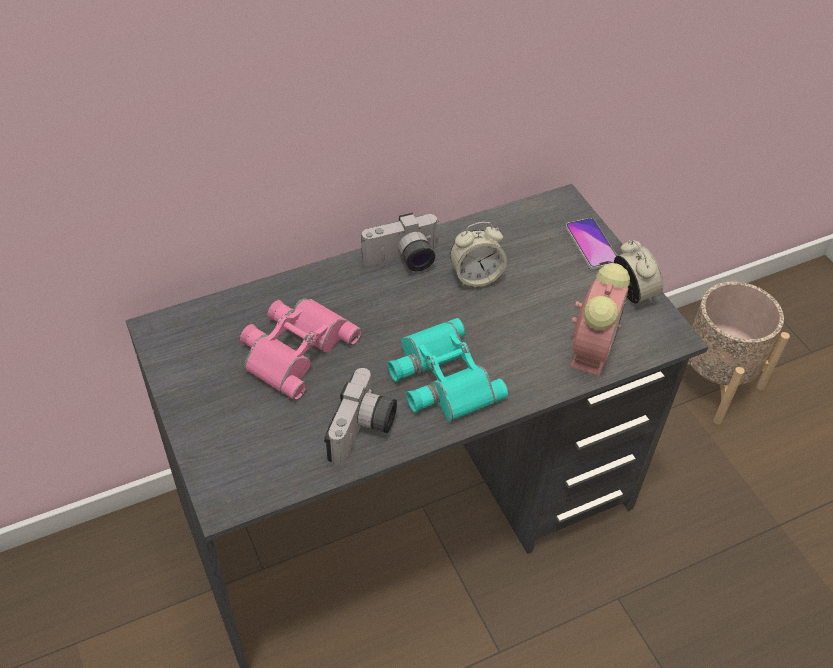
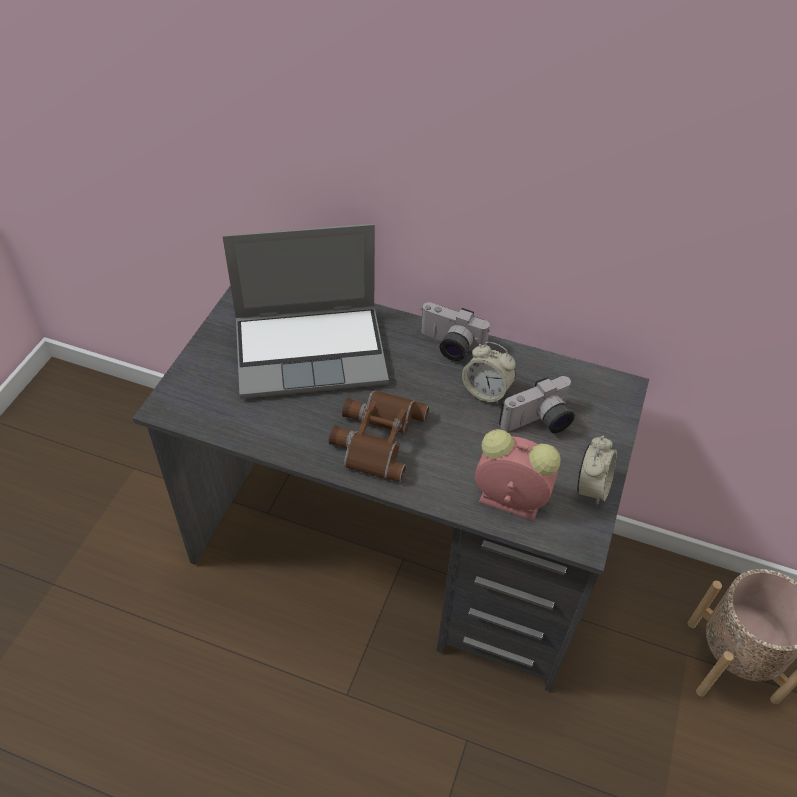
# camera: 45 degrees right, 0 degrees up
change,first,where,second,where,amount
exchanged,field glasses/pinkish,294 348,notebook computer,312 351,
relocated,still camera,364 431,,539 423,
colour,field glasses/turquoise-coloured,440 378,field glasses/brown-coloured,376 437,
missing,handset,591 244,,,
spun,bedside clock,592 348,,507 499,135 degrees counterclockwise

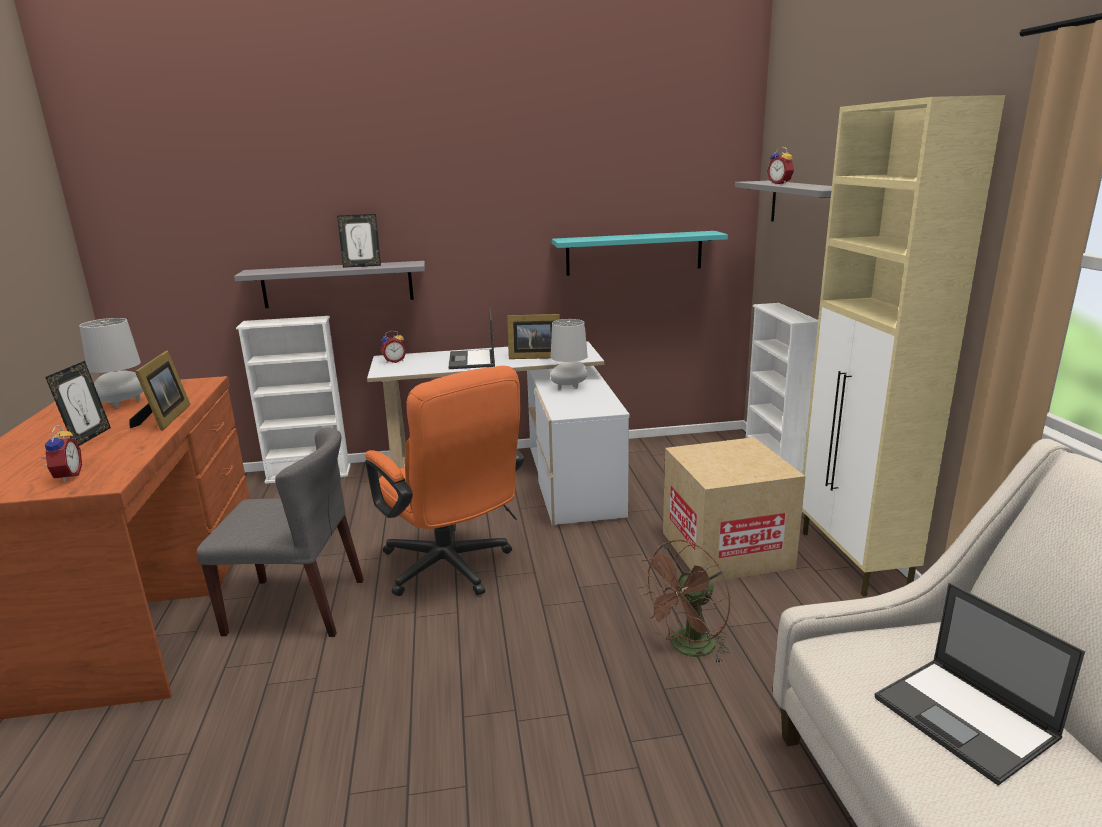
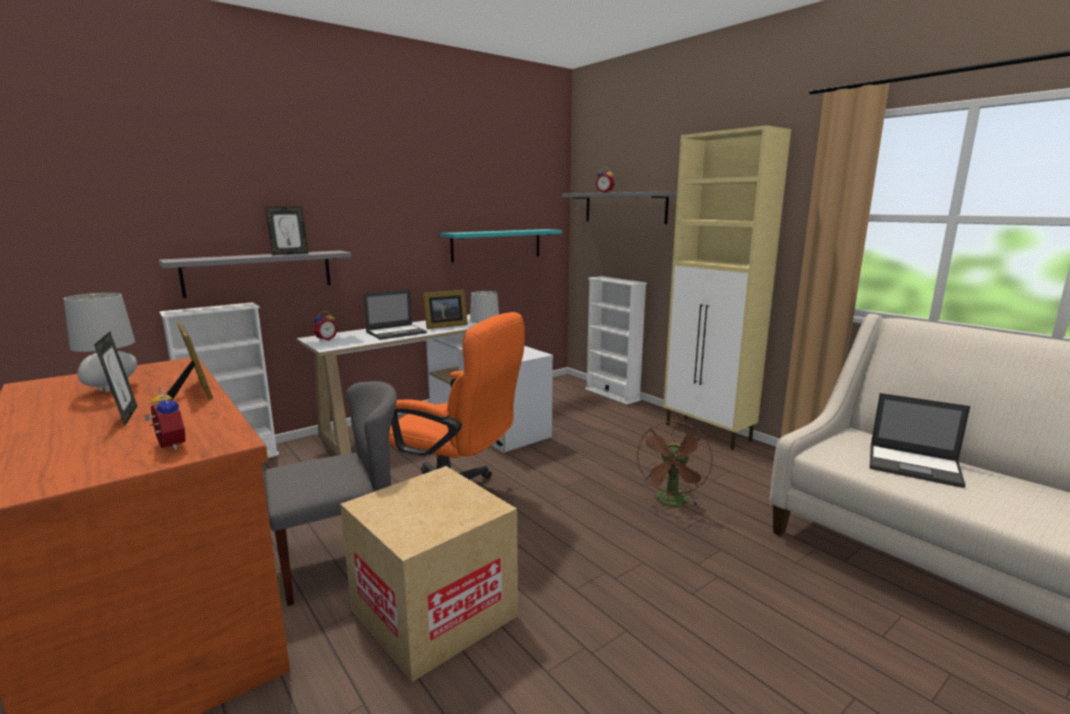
# camera: 30 degrees left, 5 degrees down
change,first,where,second,where,amount
spun,notebook computer,472 360,,397 332,90 degrees counterclockwise
relocated,packing box,726 549,,434 612,

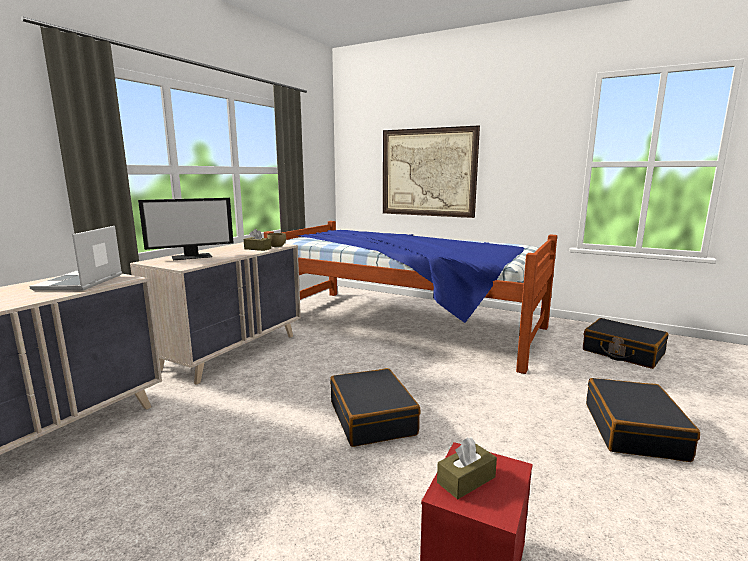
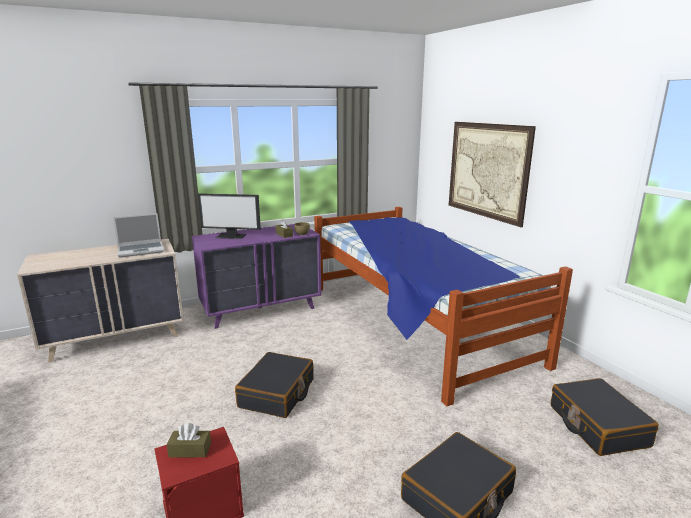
# camera: 35 degrees right, 5 degrees up
change,first,where,second,where,amount
spun,notebook computer,80 282,,141 250,150 degrees counterclockwise
colour,dresser/beige,231 351,dresser/purplish,261 309,

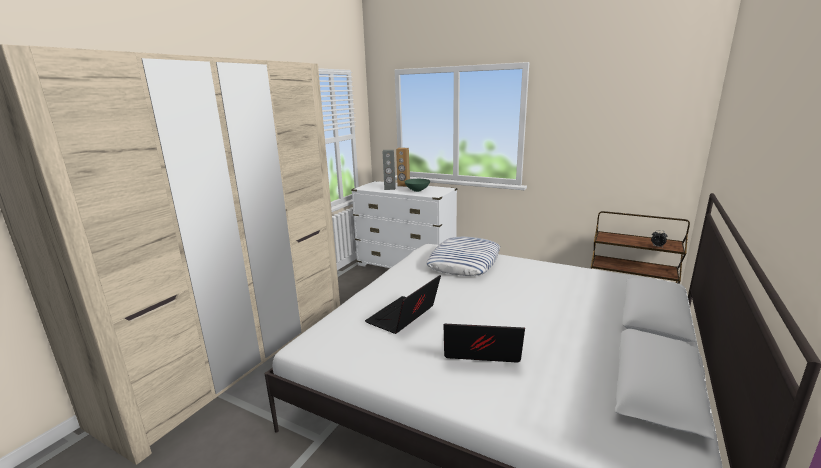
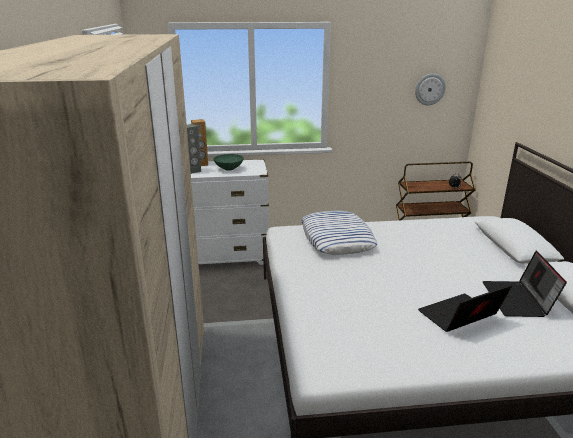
# camera: 35 degrees left, 5 degrees up
change,first,where,second,where,amount
relocated,notebook computer,403 317,,518 300,
appeared,,,wall clock,429 89,

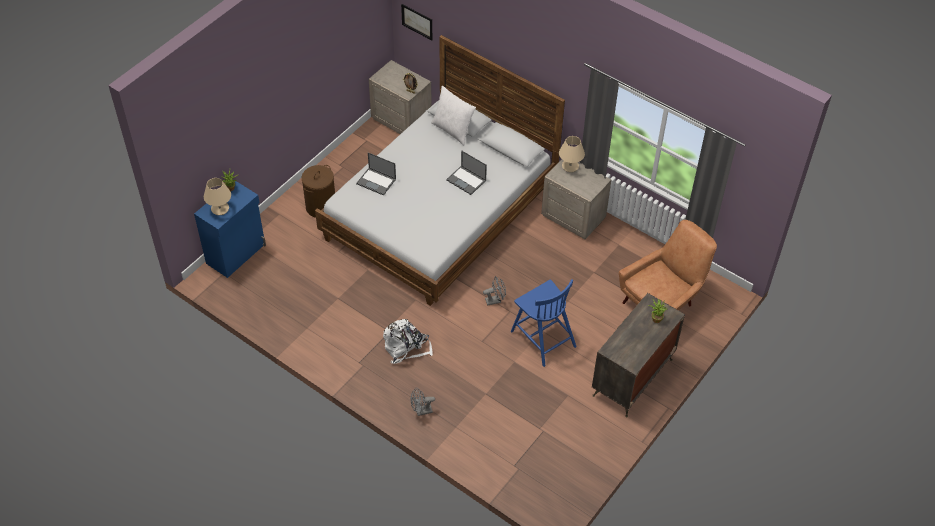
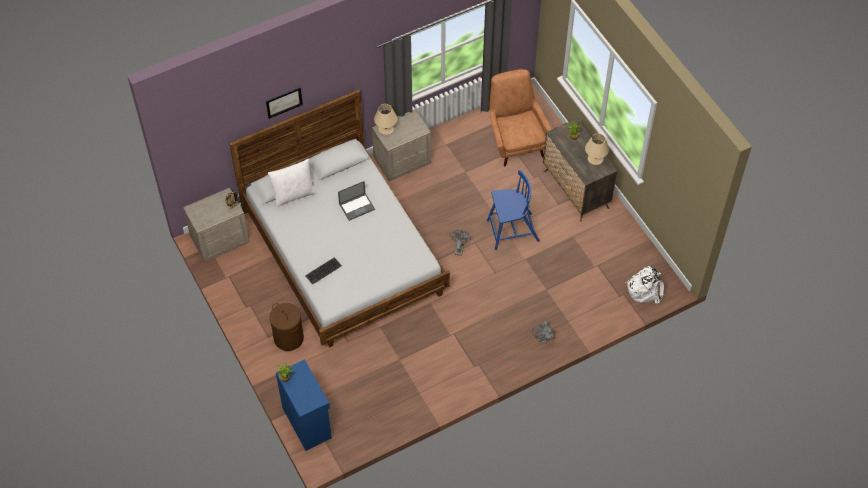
# camera: 65 degrees left, 5 degrees up
change,first,where,second,where,amount
relocated,table lamp/beige,220 209,,595 159,
exchanged,notebook computer,376 181,computer keyboard,323 270,
relocated,knapsack/whitish,406 347,,645 288,
relocated,picture,417 21,,284 102,

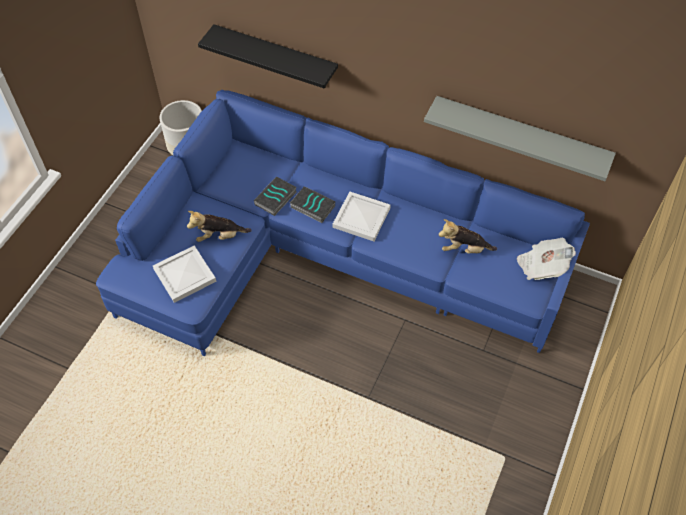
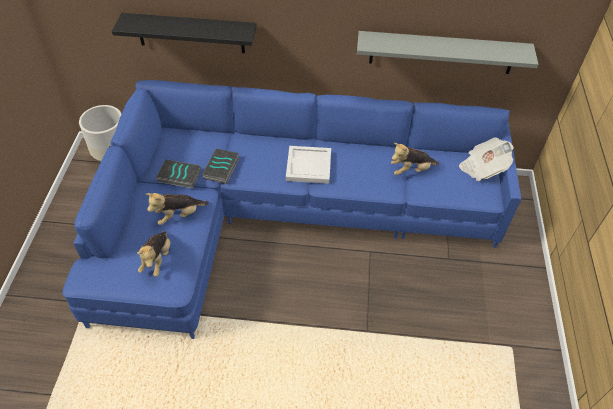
# camera: 20 degrees left, 5 degrees down
change,first,where,second,where,amount
exchanged,tray/whitish,185 274,soft toy,157 259,
relocated,book,312 207,,178 176,

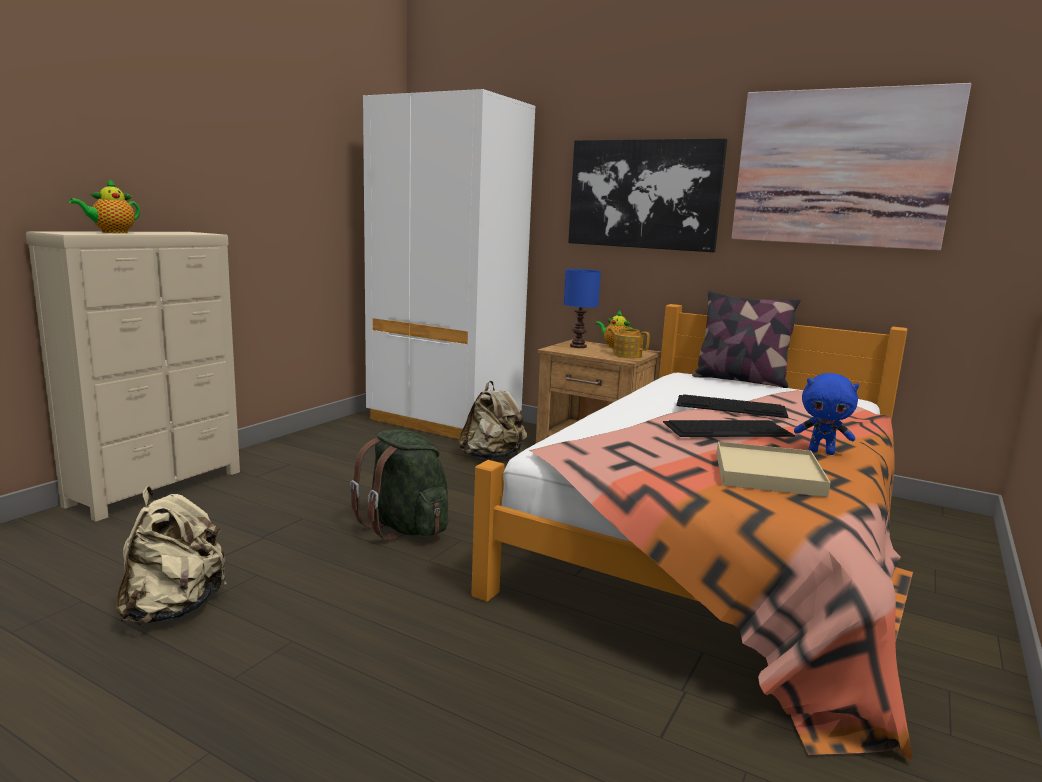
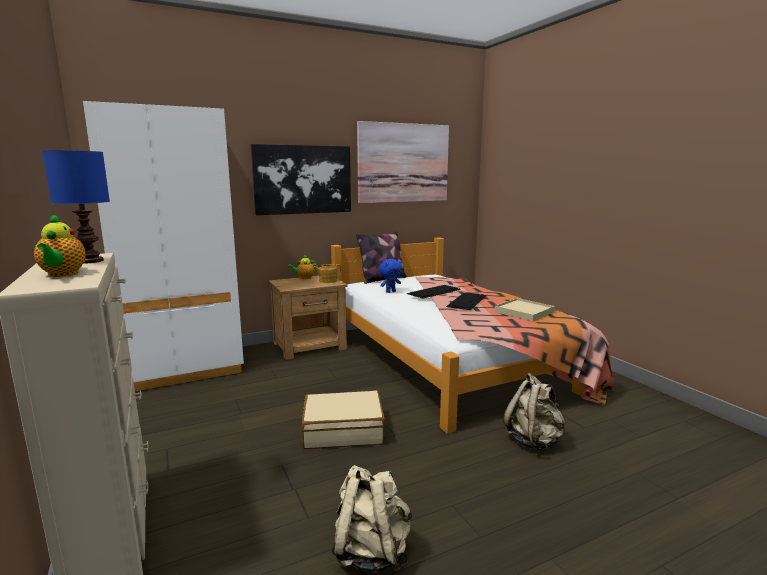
# camera: 55 degrees left, 0 degrees up
change,first,where,second,where,amount
exchanged,knapsack/green-coloured,405 528,suitcase/beige,343 430,
relocated,knapsack/beige,492 457,,533 441,
relocated,table lamp/blue-coloured,577 346,,90 261,
relocated,soft toy/blue-coloured,821 452,,390 291,

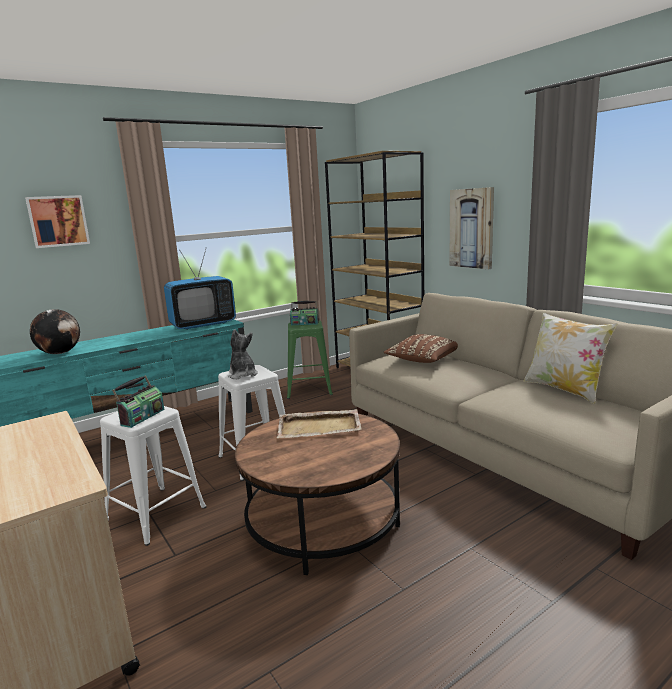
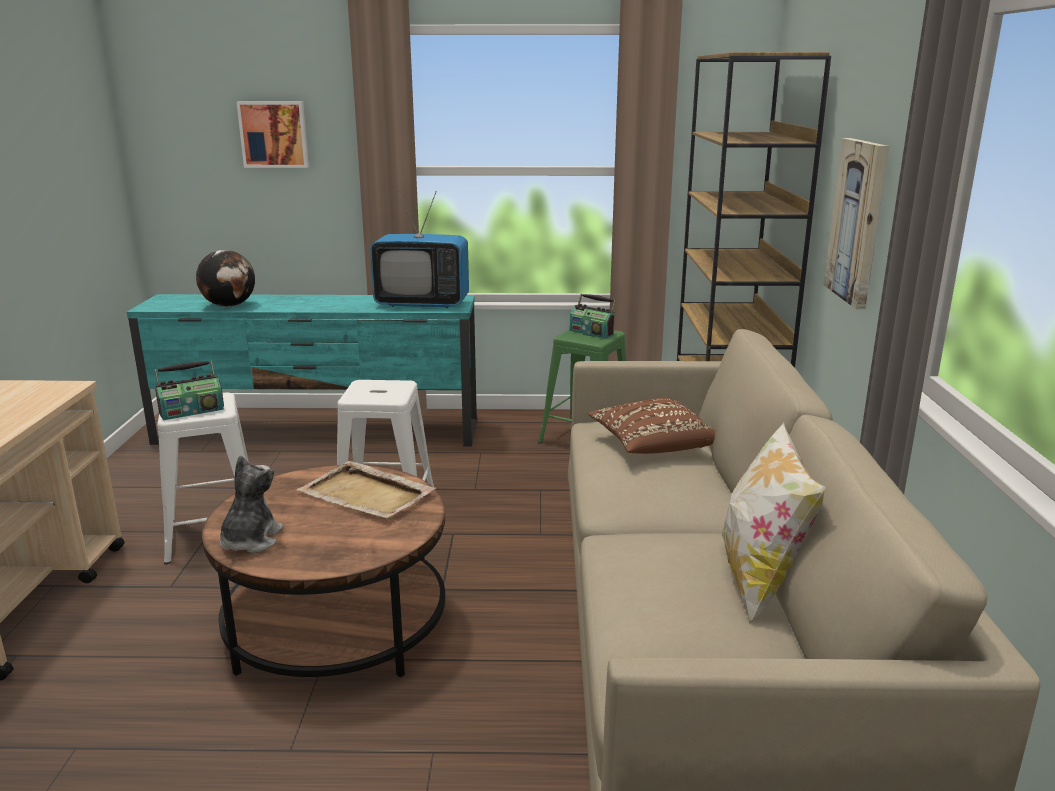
# camera: 35 degrees right, 5 degrees up
change,first,where,second,where,amount
relocated,soft toy,242 375,,250 540,

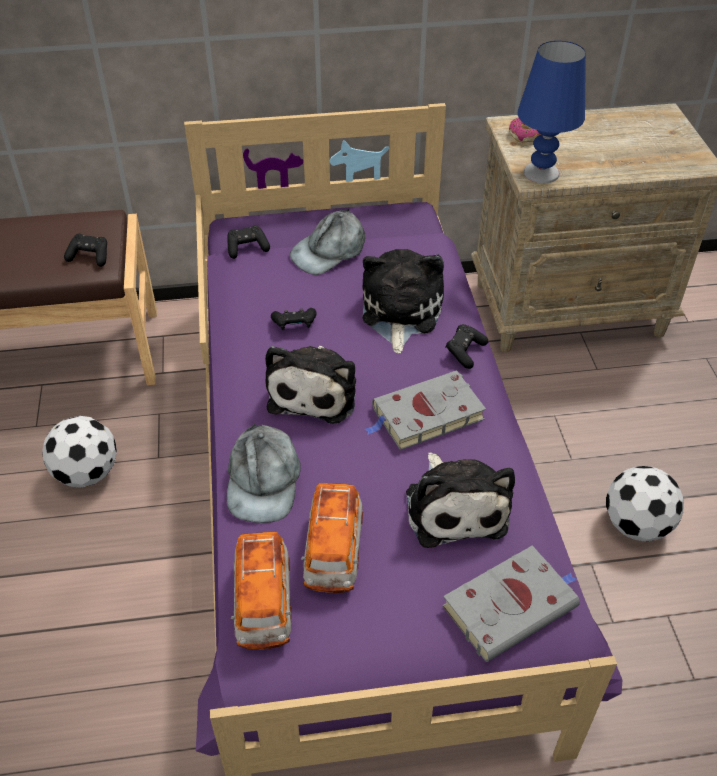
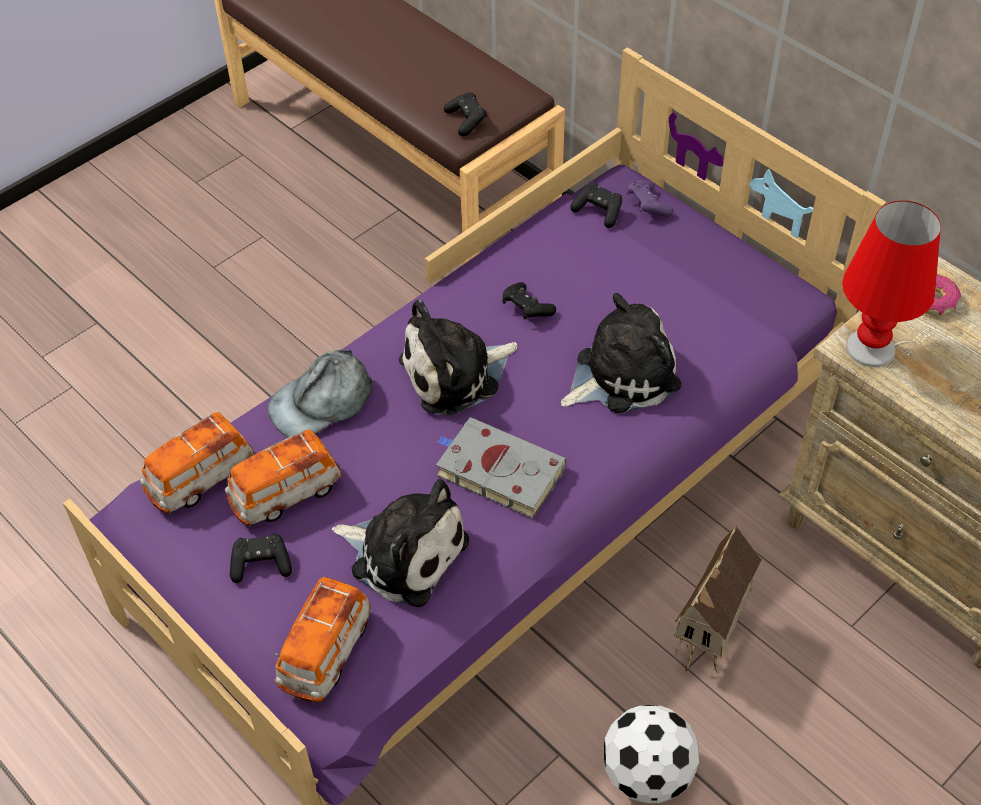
# camera: 55 degrees right, 5 degrees up
change,first,where,second,where,amount
missing,ball for football,88 473,,,
missing,baseball cap/gray,329 251,,,
spun,soft toy,455 506,,404 553,105 degrees counterclockwise
exchanged,book/gray,512 605,miniature car,325 652,
relocated,joypad/black,465 352,,261 564,
colour,table lamp/blue-coloured,541 173,table lamp/reddish,871 348,
appeared,,,joypad/purplish,647 206,
appeared,,,miniature house,709 642,

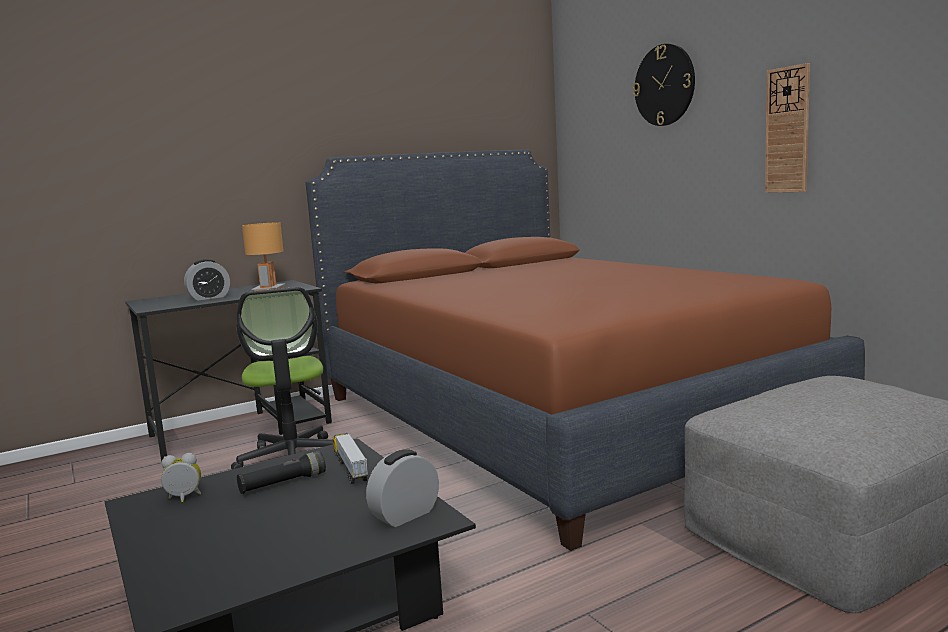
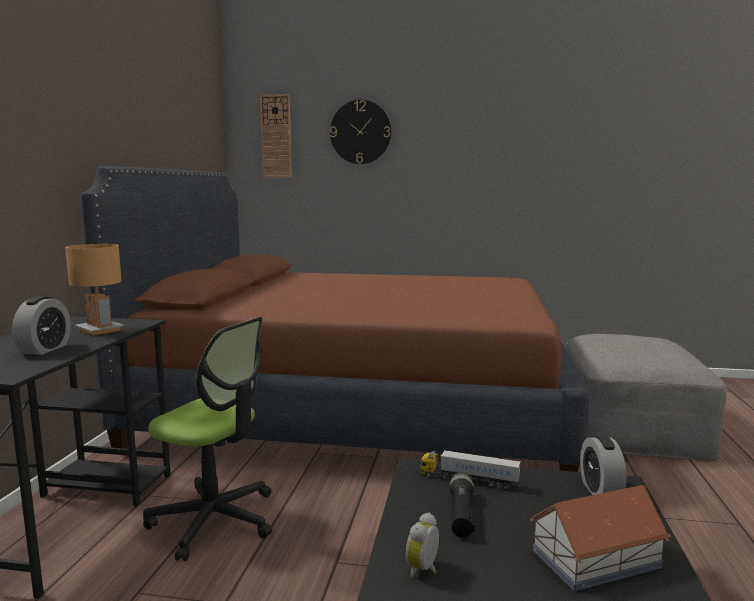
# camera: 50 degrees left, 0 degrees up
change,first,where,second,where,amount
relocated,wall clock,787 130,,276 136,
appeared,,,miniature house,594 558,

